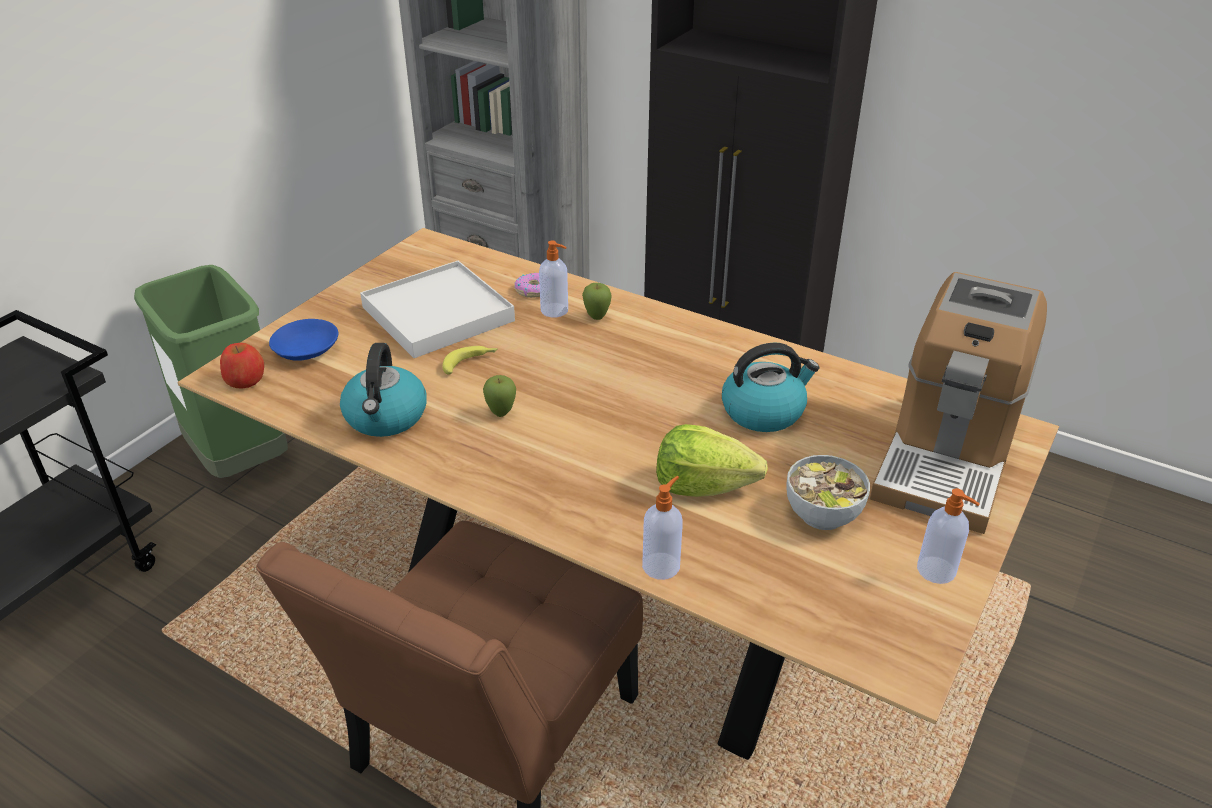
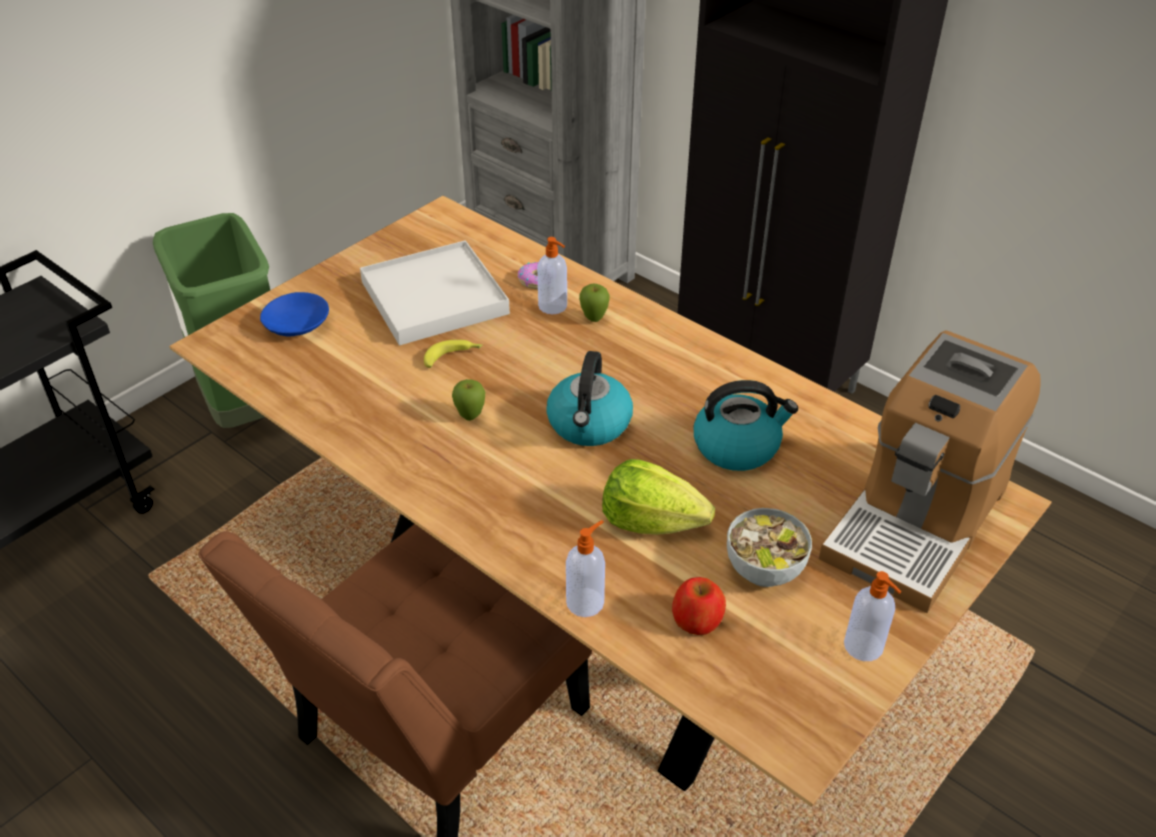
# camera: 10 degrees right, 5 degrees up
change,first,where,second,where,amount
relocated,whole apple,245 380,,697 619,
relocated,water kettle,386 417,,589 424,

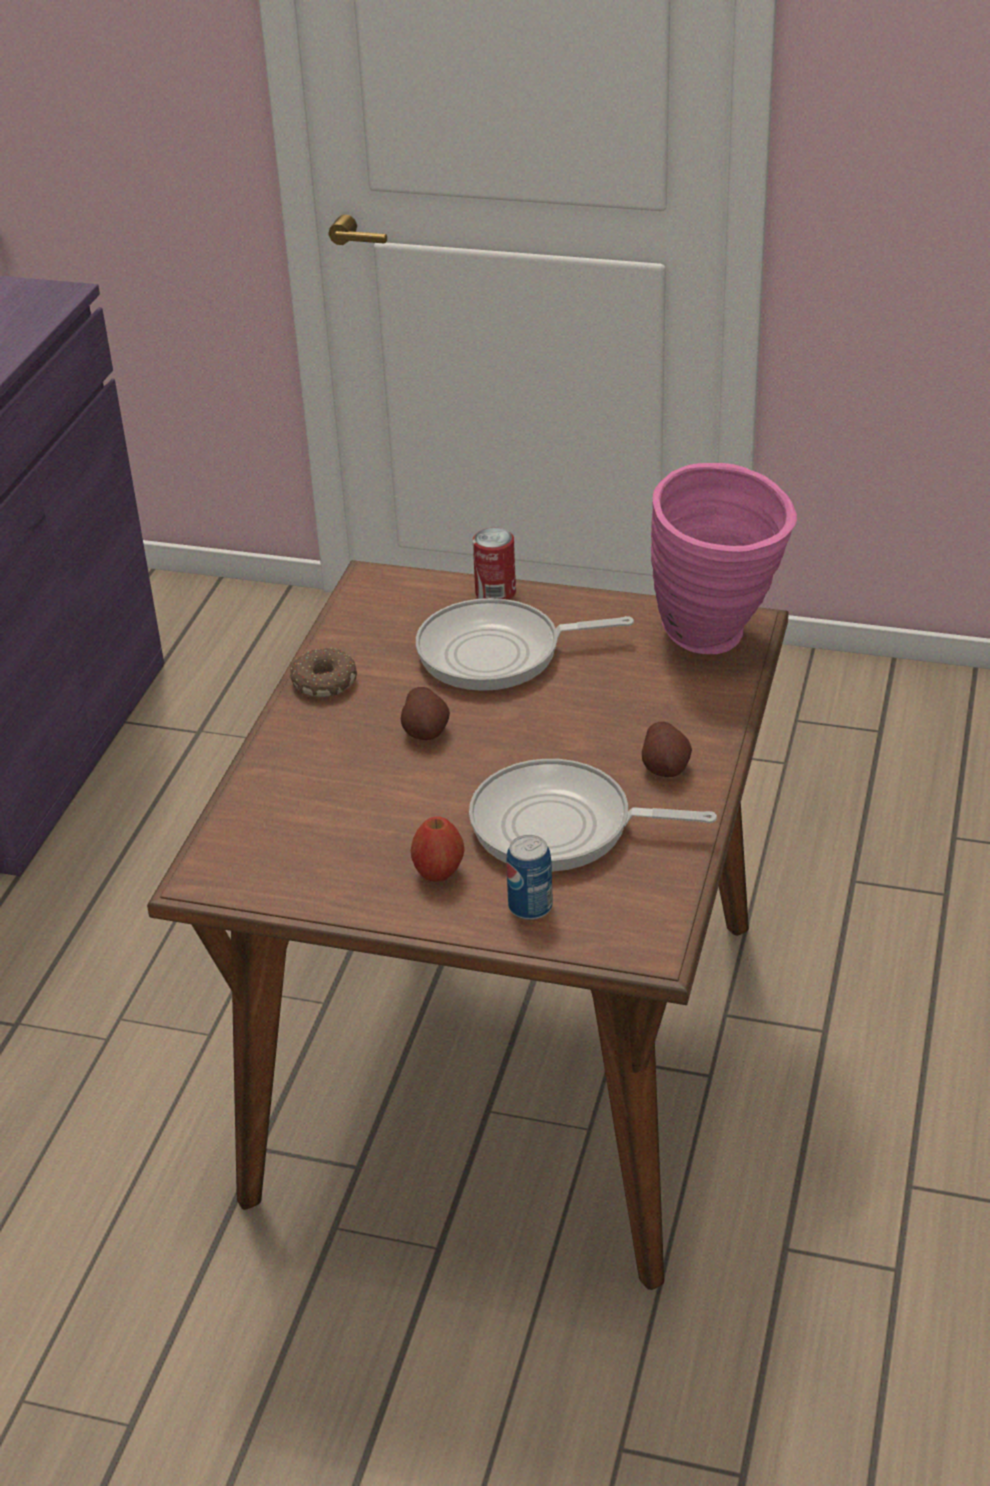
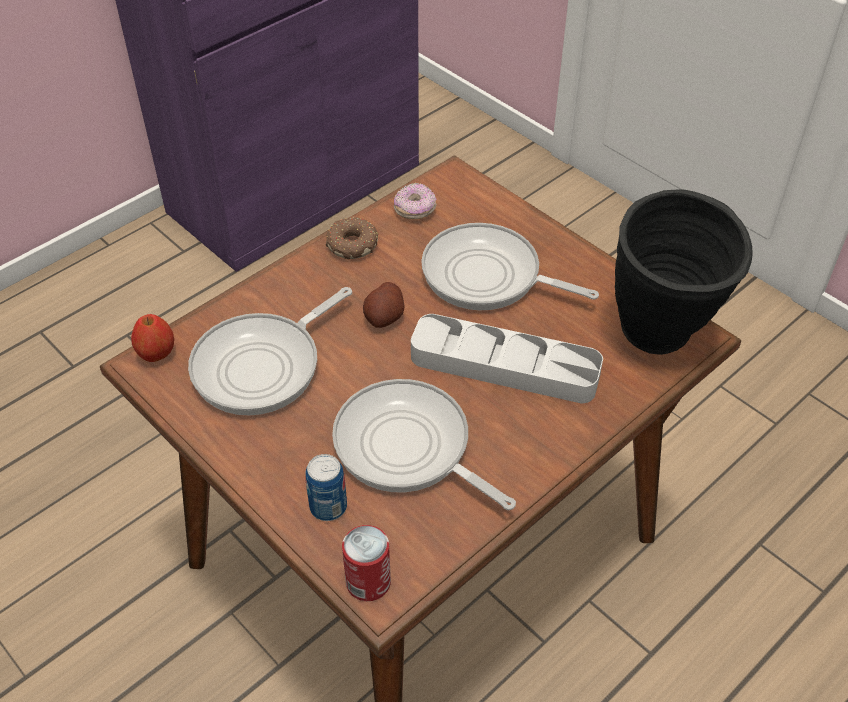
# camera: 30 degrees right, 10 degrees up
change,first,where,second,where,amount
relocated,whole apple,439 872,,156 354,
relocated,metal can,495 592,,368 582,
missing,spud,665 767,,,
colour,decorative vase/pinkish,719 640,decorative vase/black,661 341,
appeared,,,pan,263 366,
appeared,,,ring doughnut,415 210,
appeared,,,tray/gray,504 365,

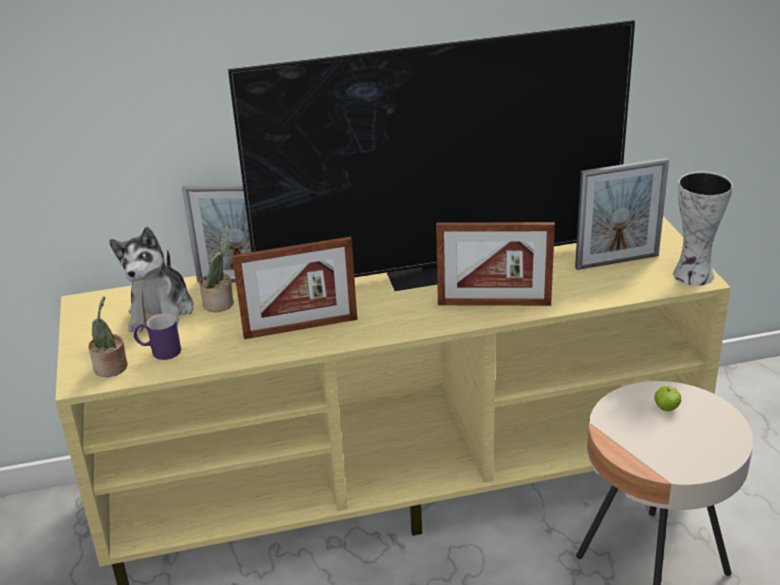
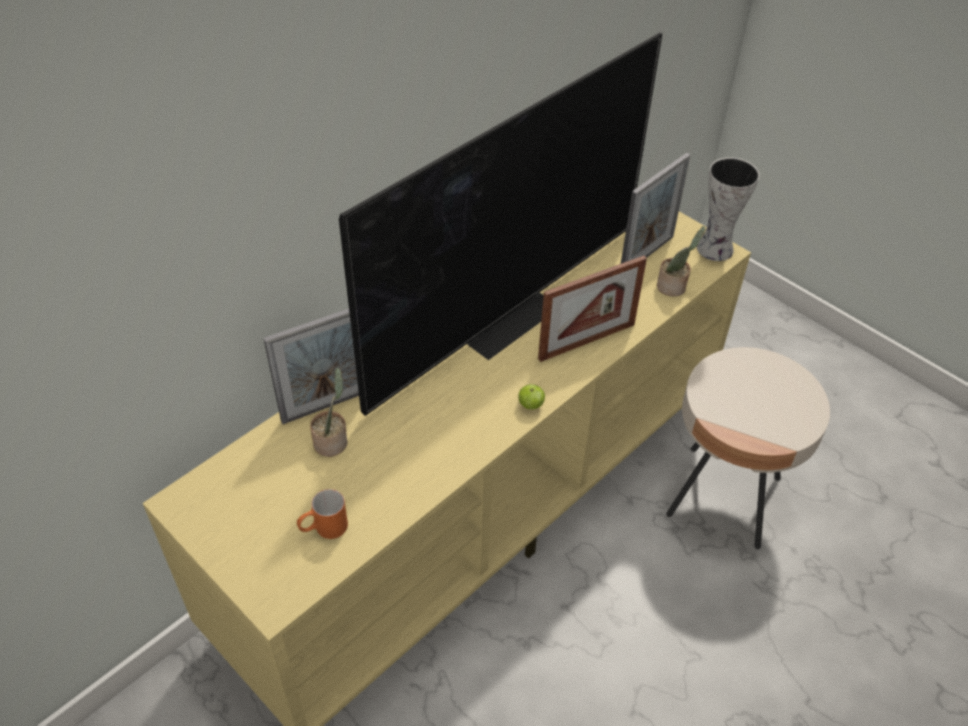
# camera: 35 degrees left, 15 degrees up
change,first,where,second,where,amount
relocated,plant in a pot,112 368,,673 287,
missing,soft toy,161 312,,,
colour,tea mug/purplish,159 351,tea mug/orange,323 529,
missing,picture frame,300 328,,,
relocated,whole apple,666 408,,530 405,

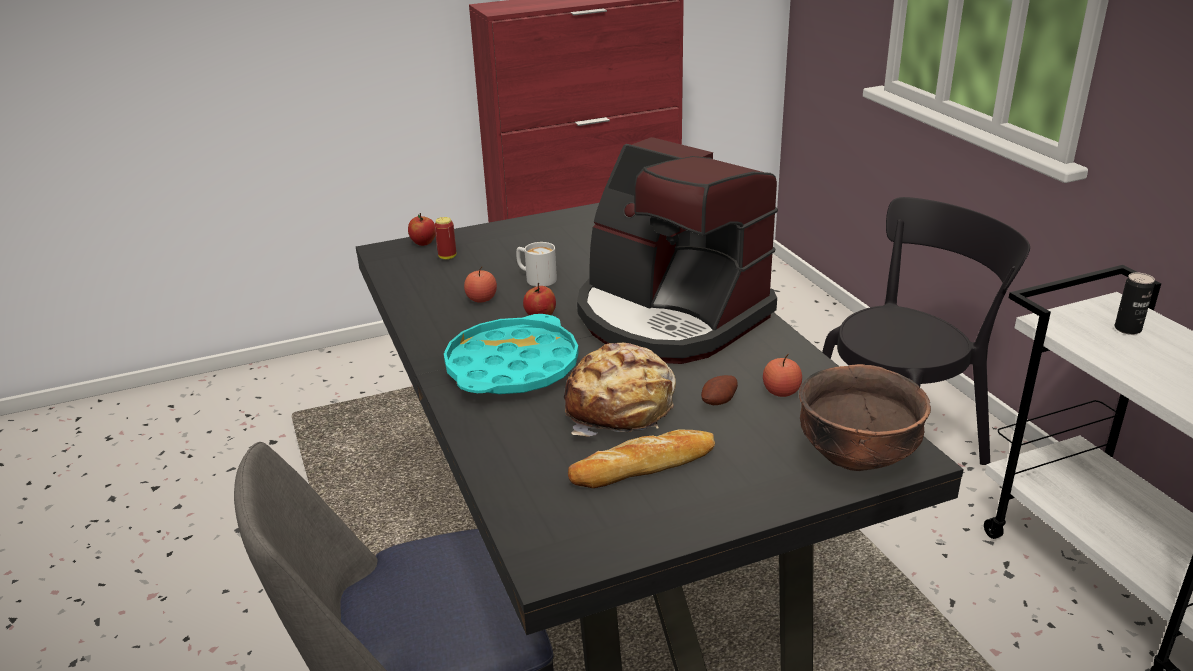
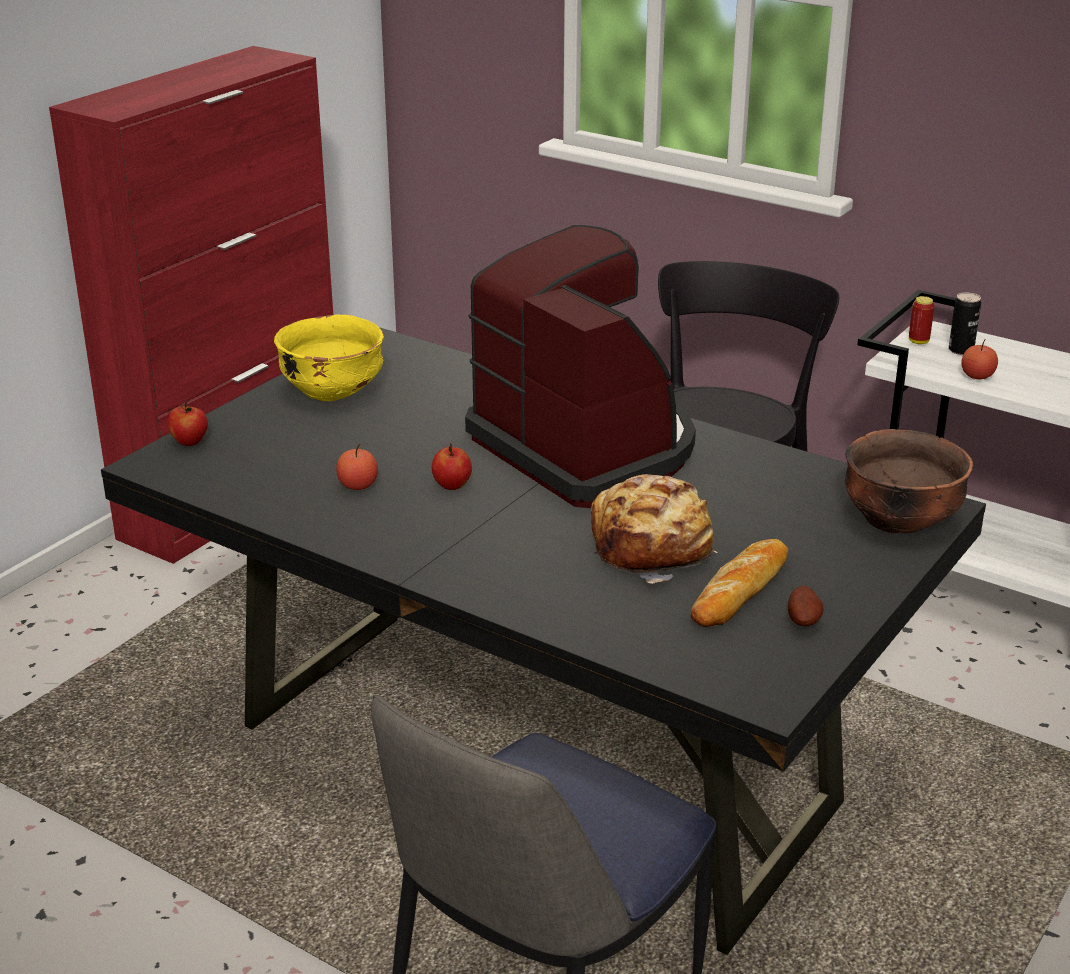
# camera: 35 degrees left, 0 degrees up
change,first,where,second,where,amount
relocated,metal can,447 257,,918 341,
missing,tray/turquoise-coloured,512 367,,,
missing,tea mug/whitish,535 278,,,
spun,coffee machine,669 317,,586 447,135 degrees counterclockwise
relocated,spud,720 402,,804 621,
relocated,whole apple,781 392,,977 376,
appeared,,,serving bowl/yellow,333 392,

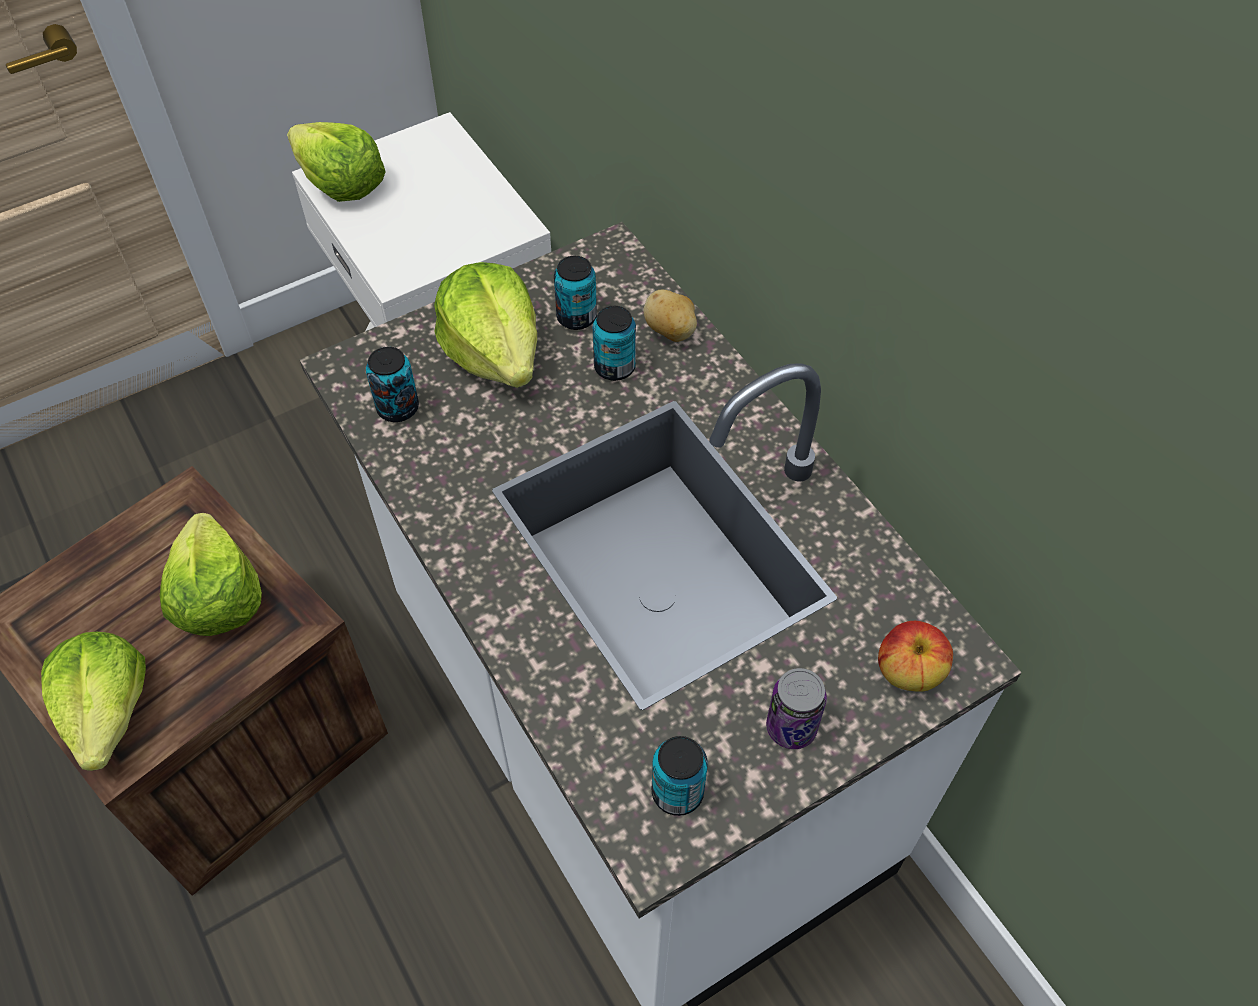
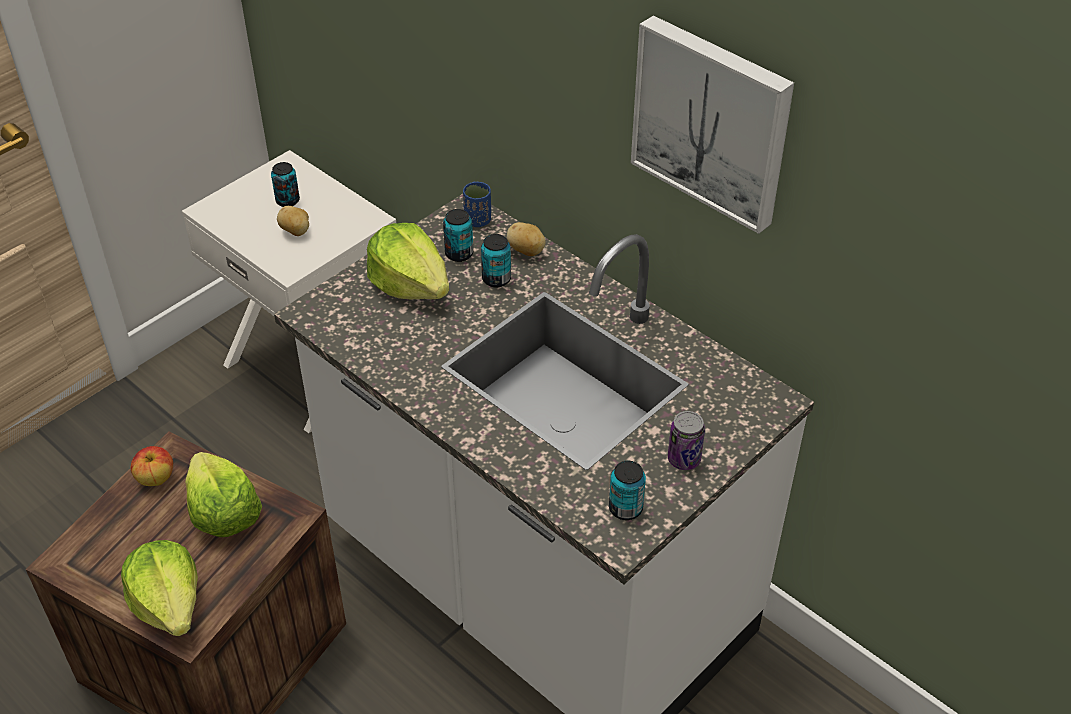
# camera: 15 degrees left, 10 degrees down
change,first,where,second,where,amount
missing,head of lettuce,341 184,,,
relocated,metal can,398 408,,287 201,
relocated,whole apple,908 672,,156 478,
appeared,,,spud,296 231,
appeared,,,small cup/blue-coloured,477 220,
appeared,,,picture,713 121,

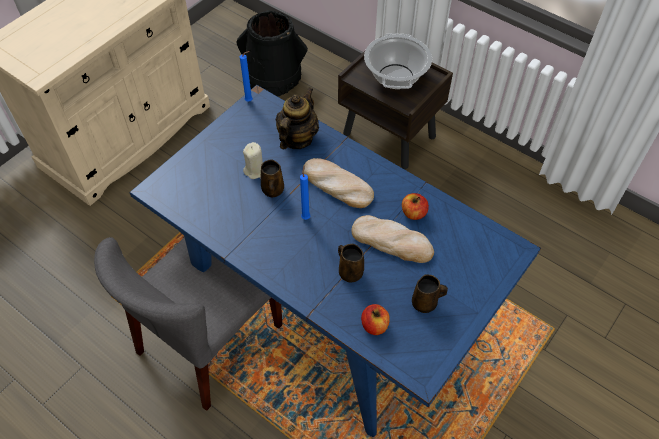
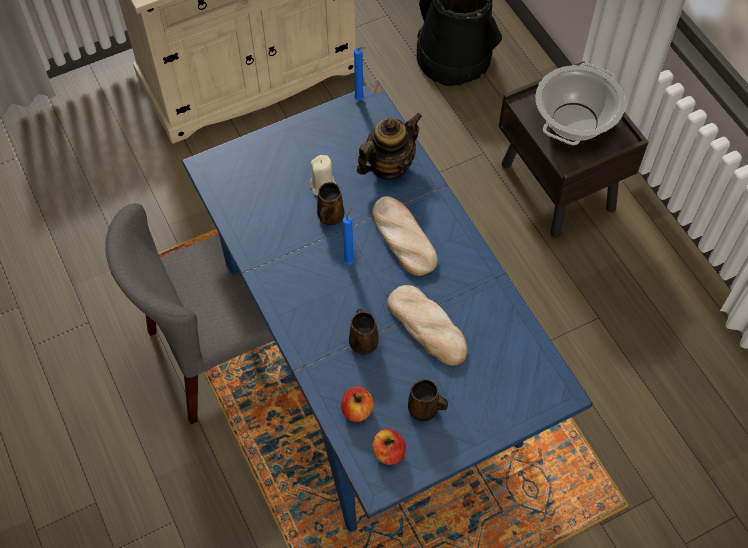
# camera: 25 degrees right, 5 degrees up
change,first,where,second,where,amount
relocated,whole apple,413 213,,388 452,

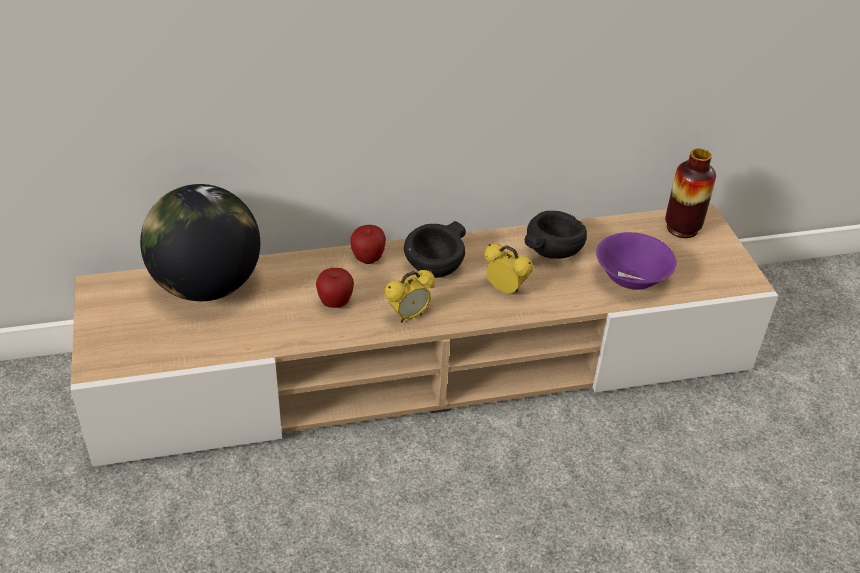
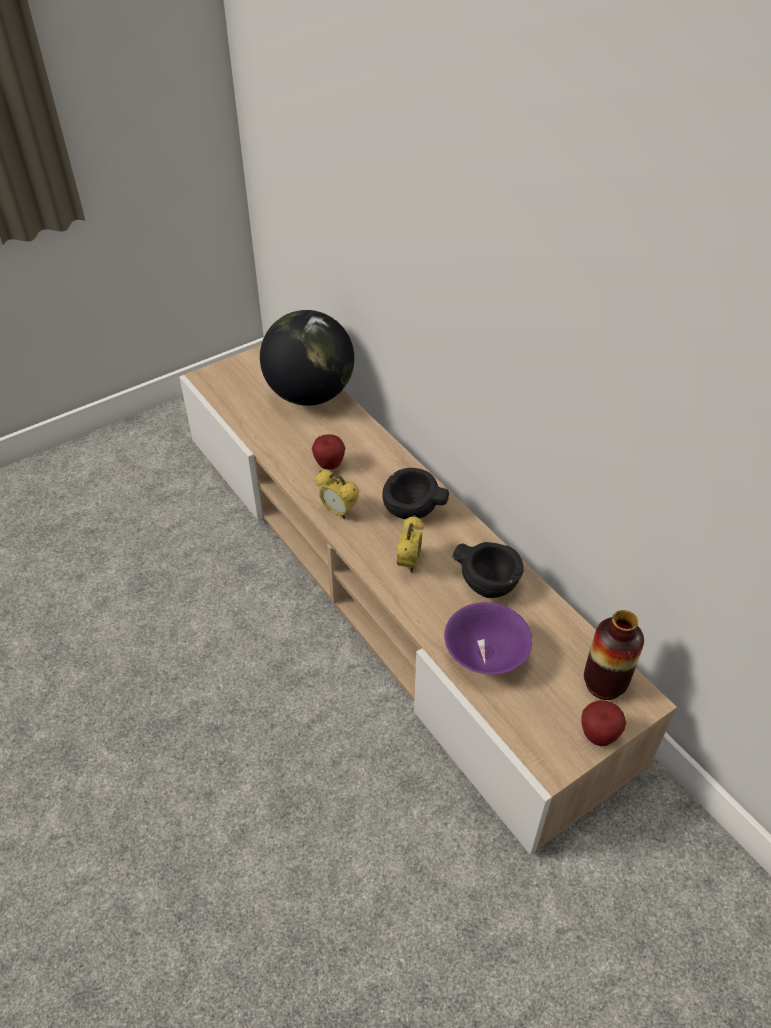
# camera: 70 degrees right, 5 degrees up
change,first,where,second,where,amount
relocated,whole apple,368 259,,598 735,

